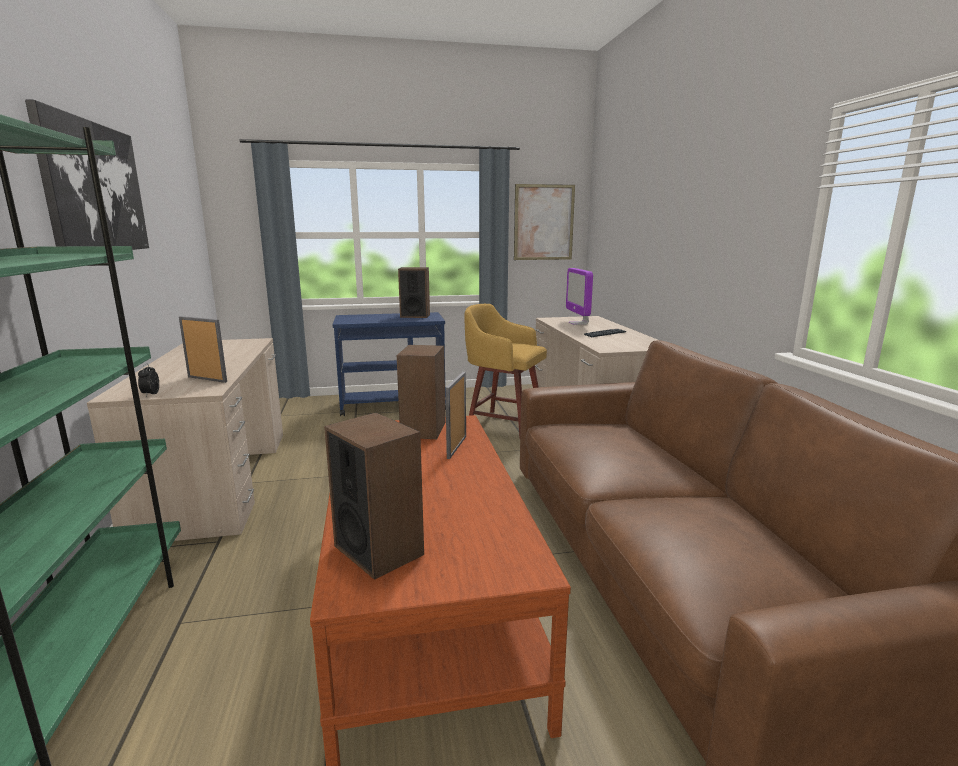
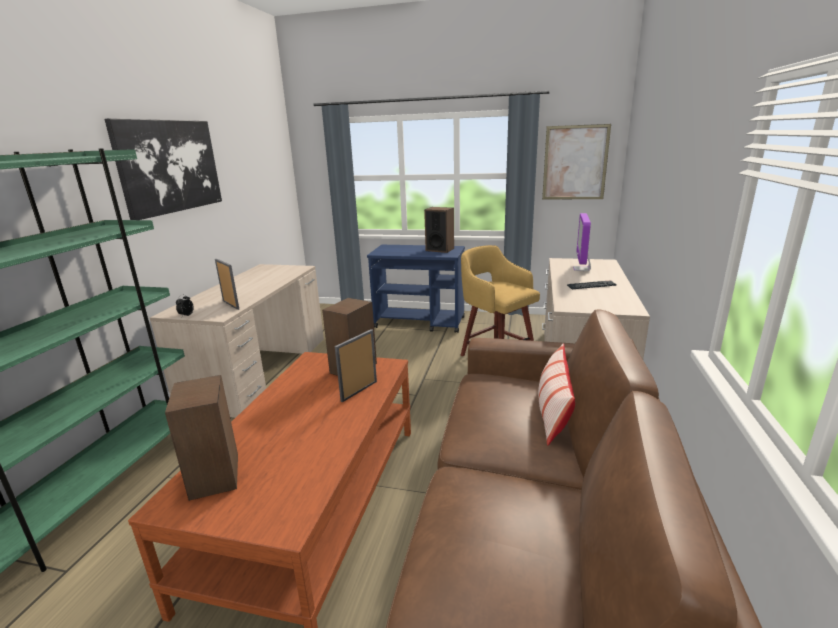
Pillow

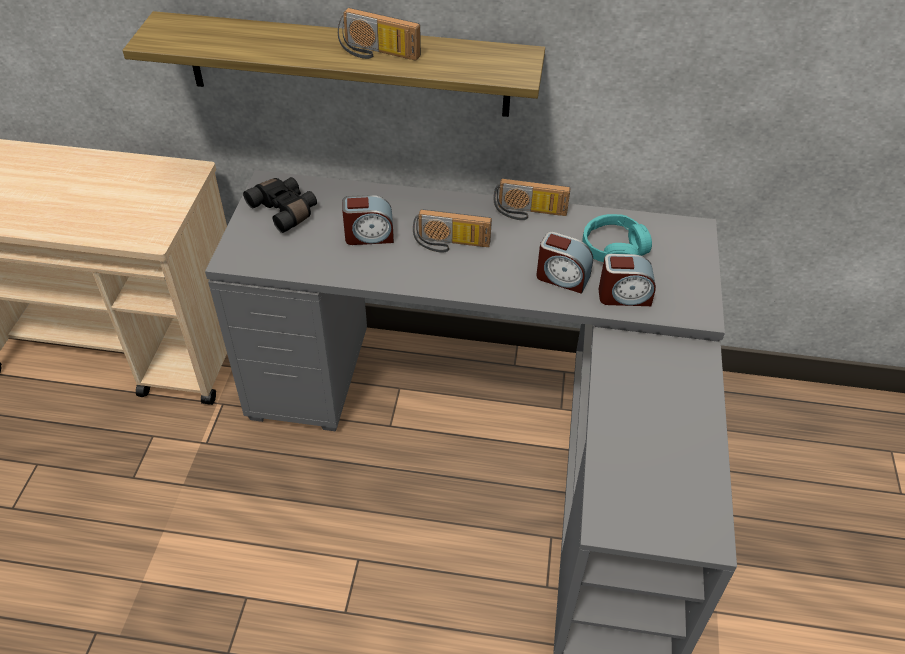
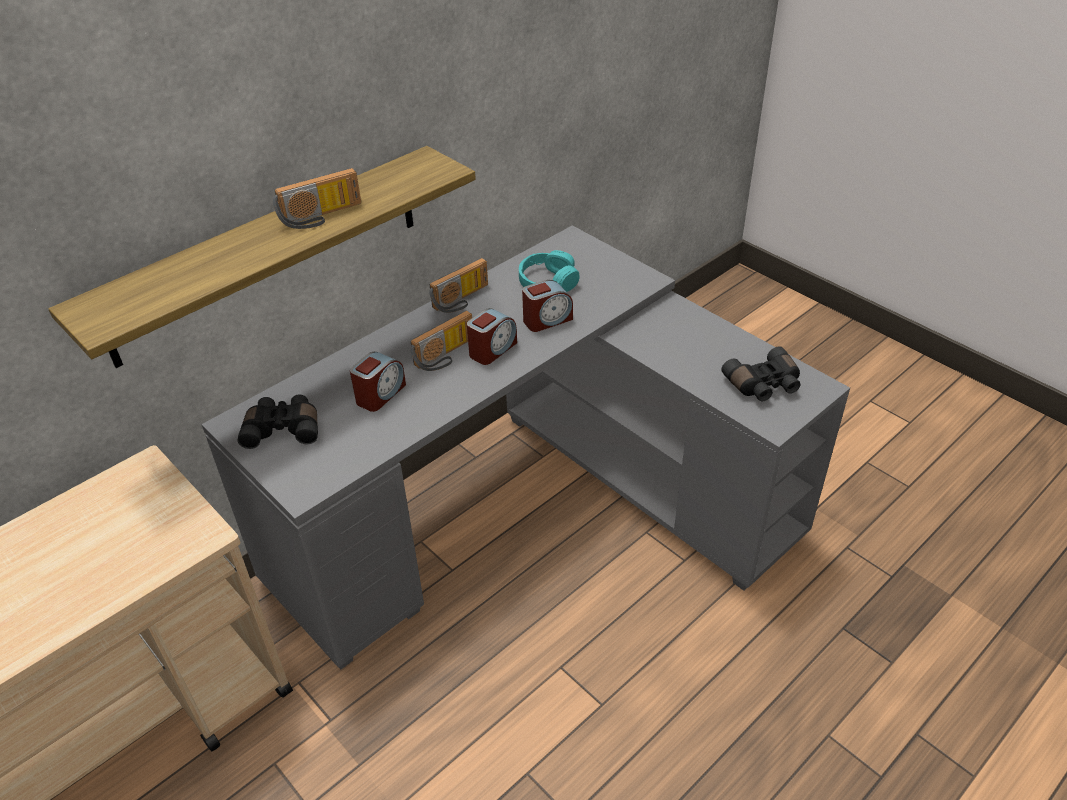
AlarmClock (2nd from left)
BlackColouredFieldGlasses (2nd from left)

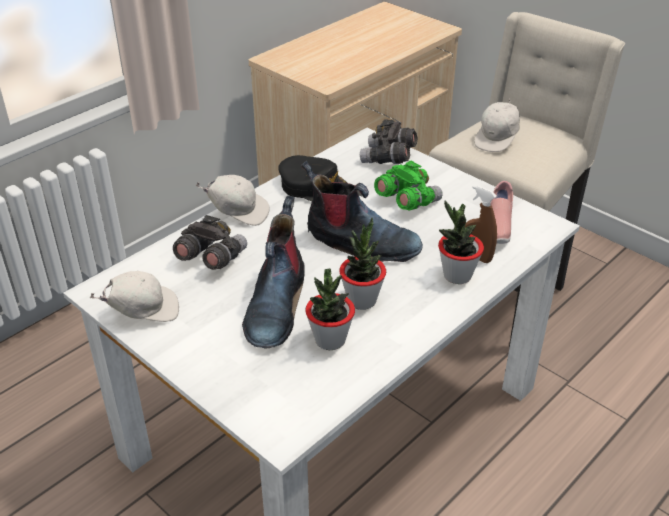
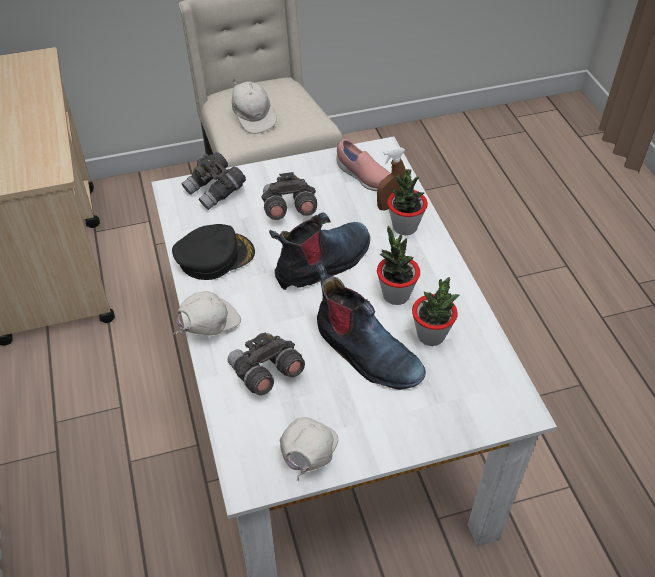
GrayFieldGlasses (3rd from left)

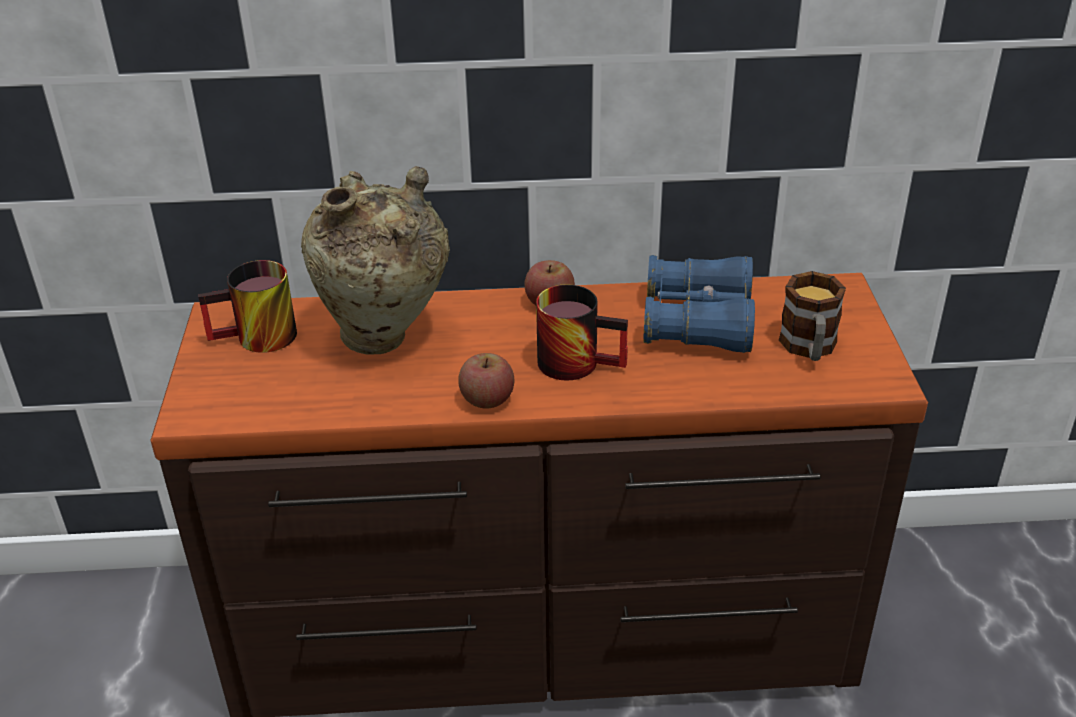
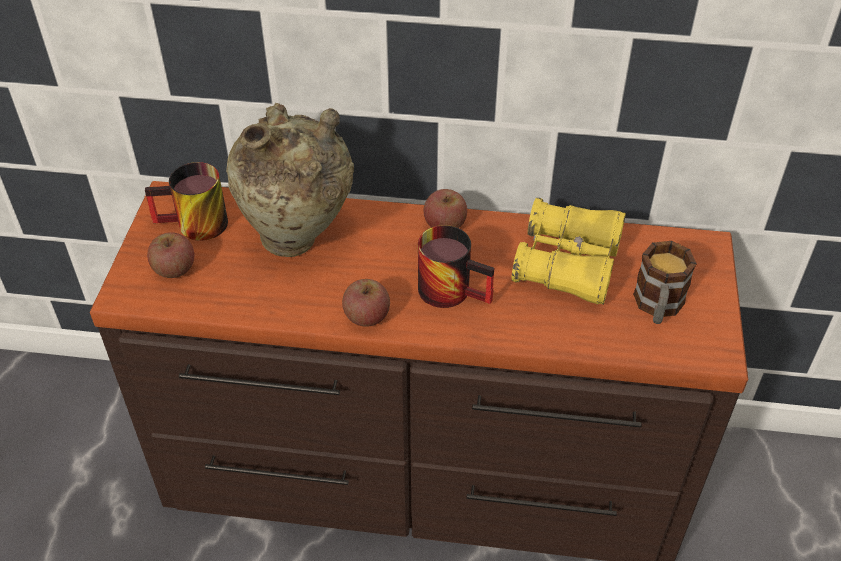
YellowishFieldGlasses
WholeApple (1st from left)

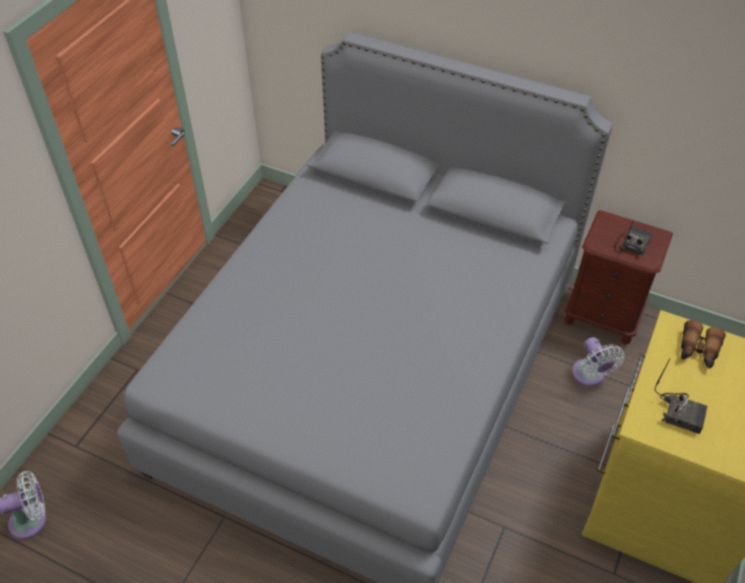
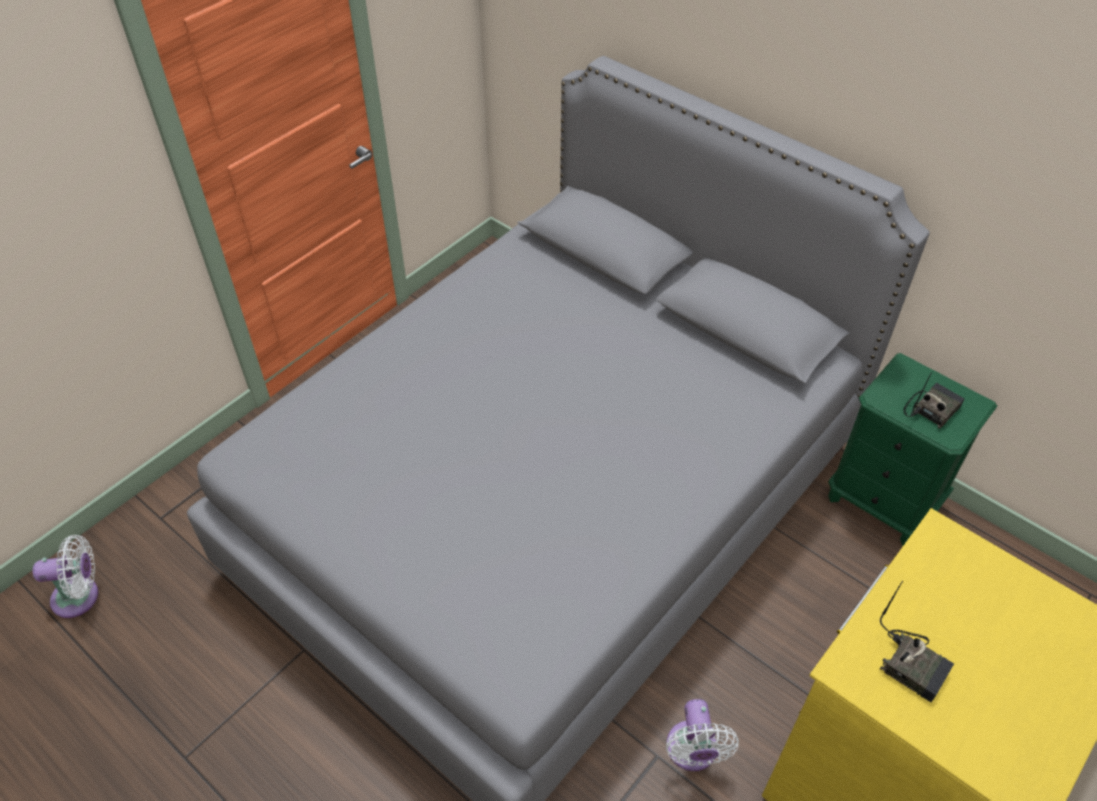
GreenishBedsideTable
FieldGlasses
WhiteElectricFan (2nd from left)

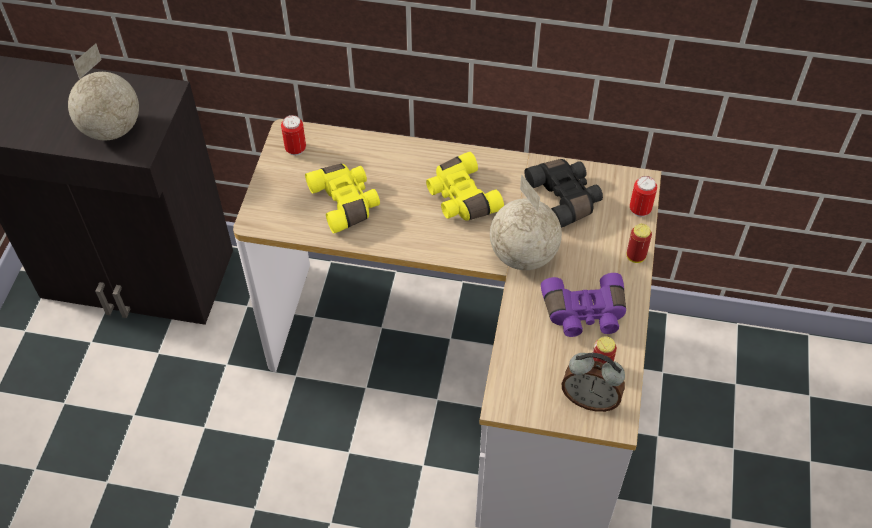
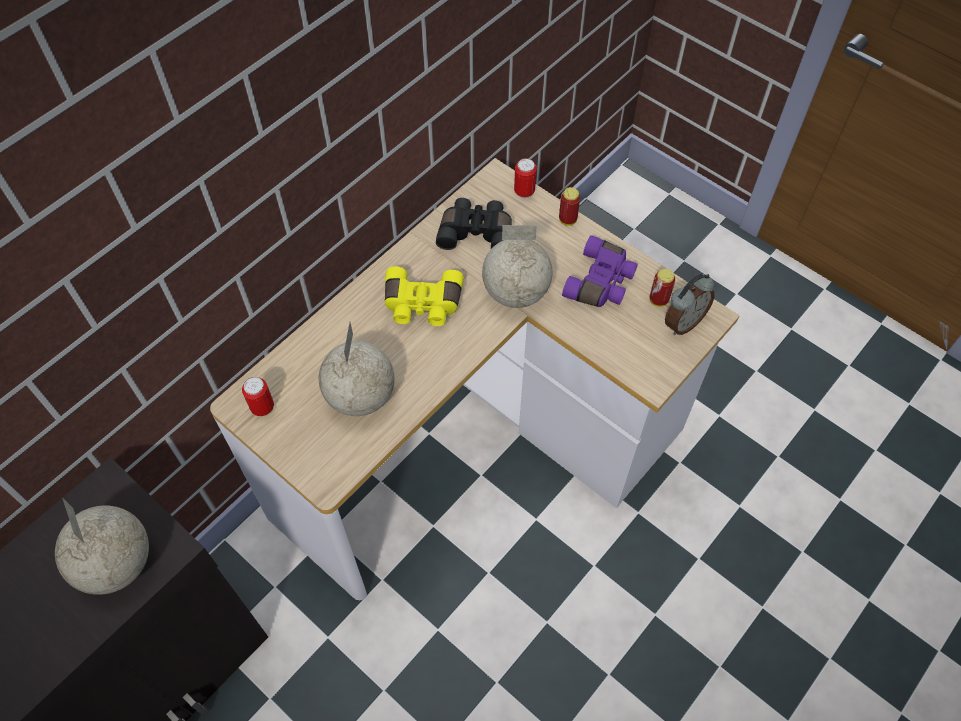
Globe (2nd from left)

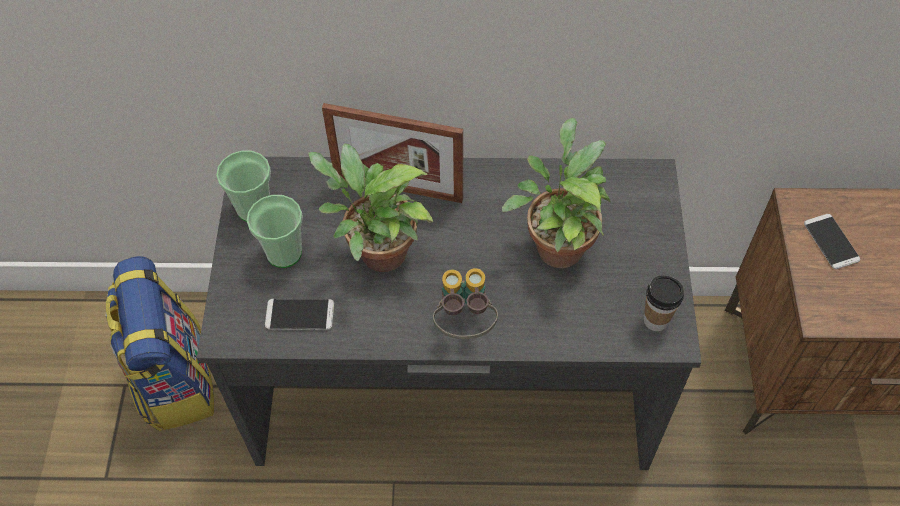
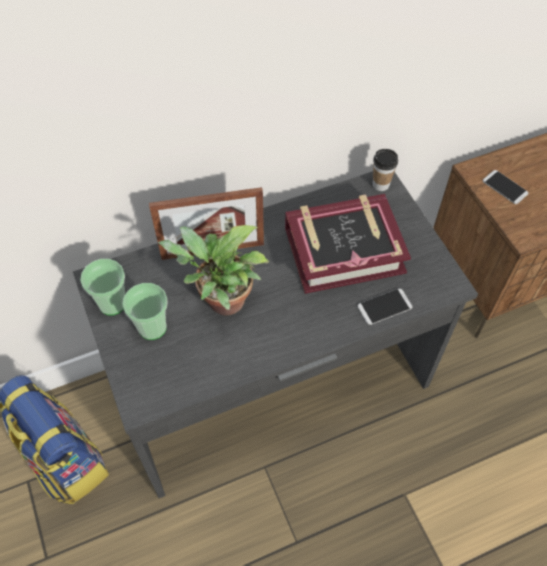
Book
FieldGlasses
DrinkingCup (3rd from left)
Handset (1st from left)

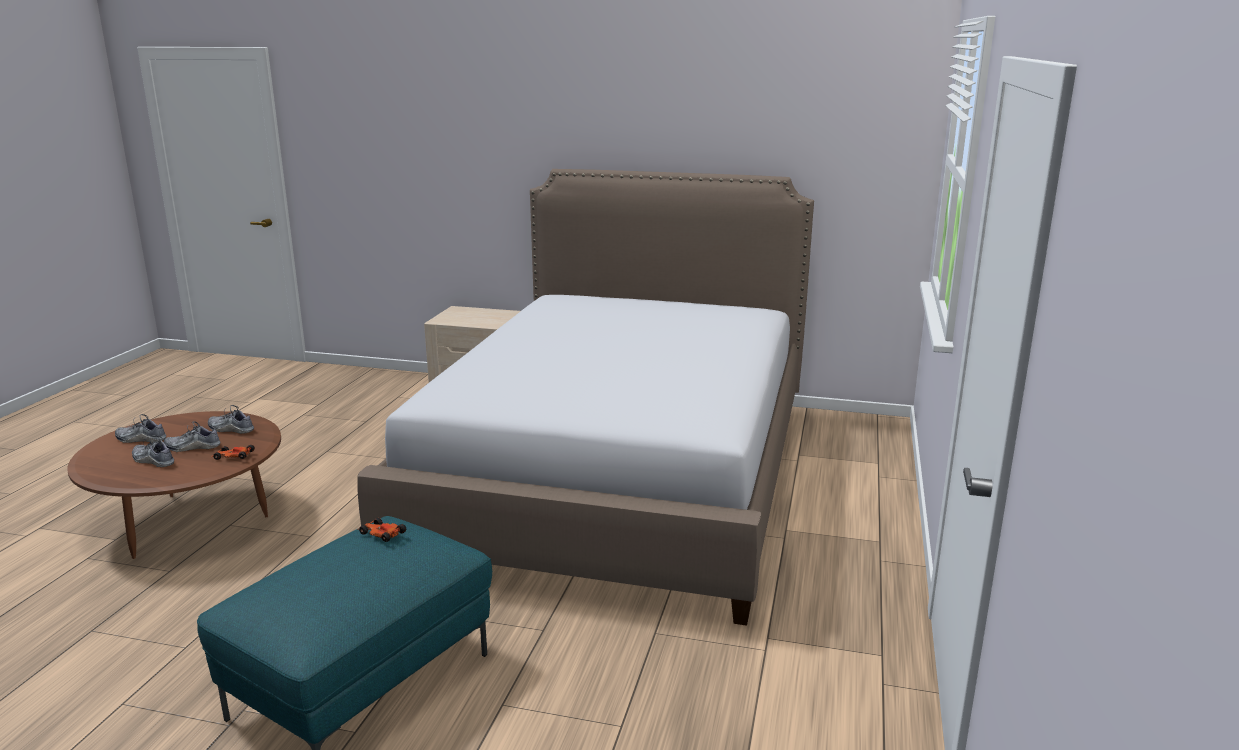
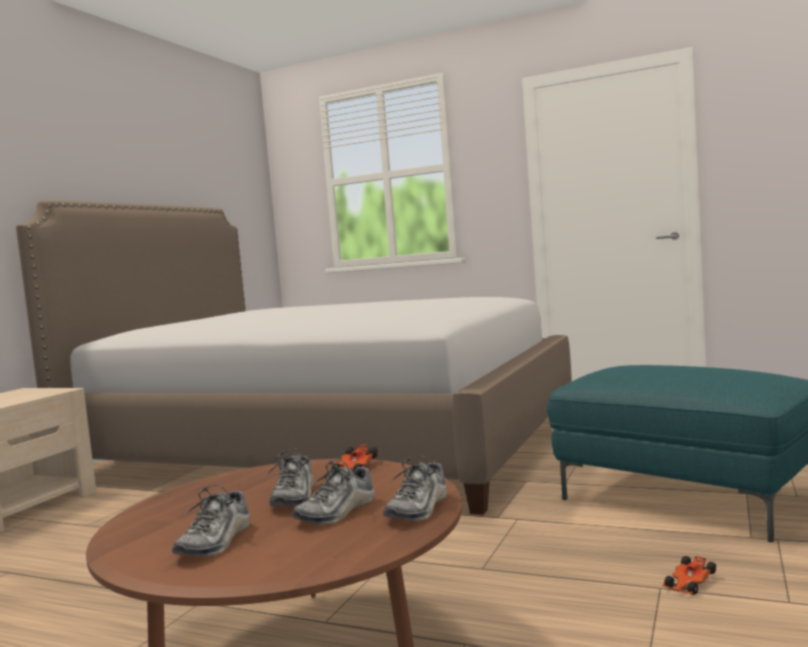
ItemOfFootwear (4th from left)
MiniatureCar (2nd from left)

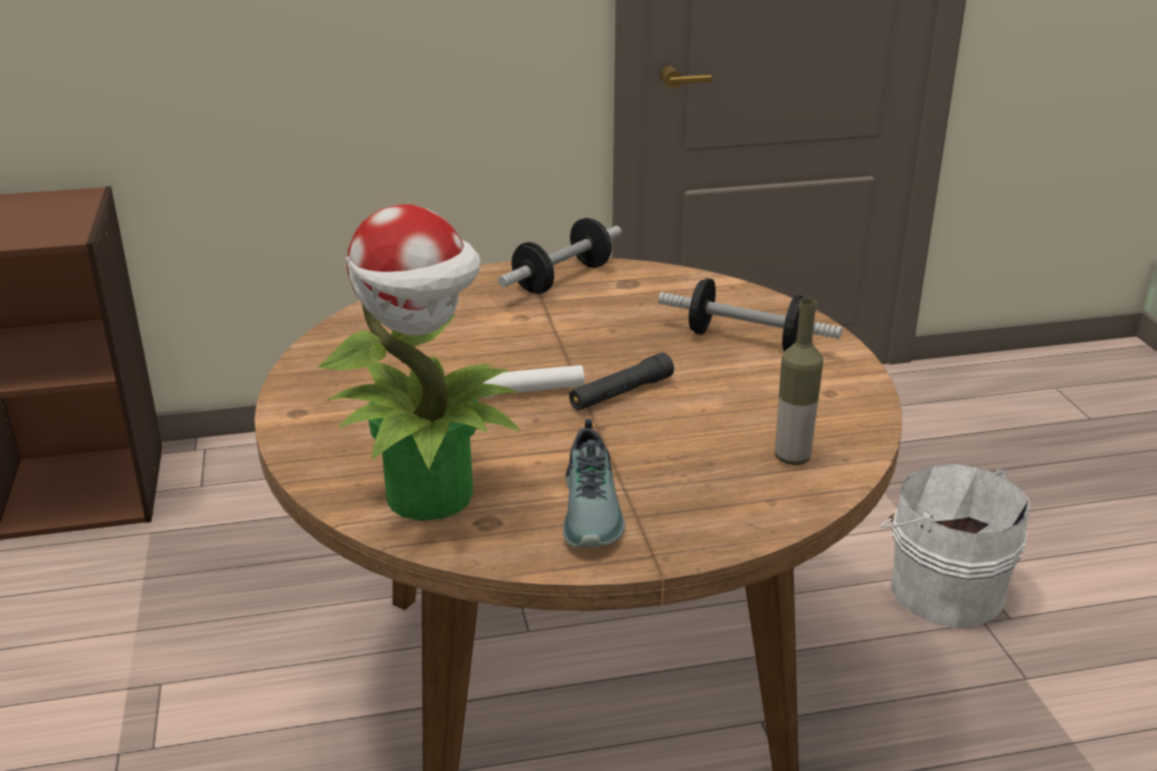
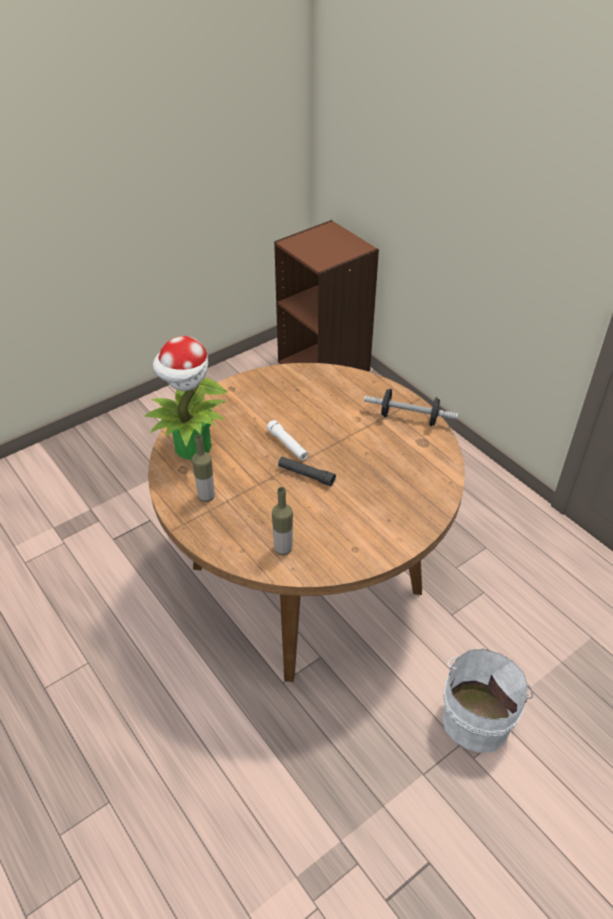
Dumbbell (2nd from left in the first image)
BeverageBottle (1st from left)

